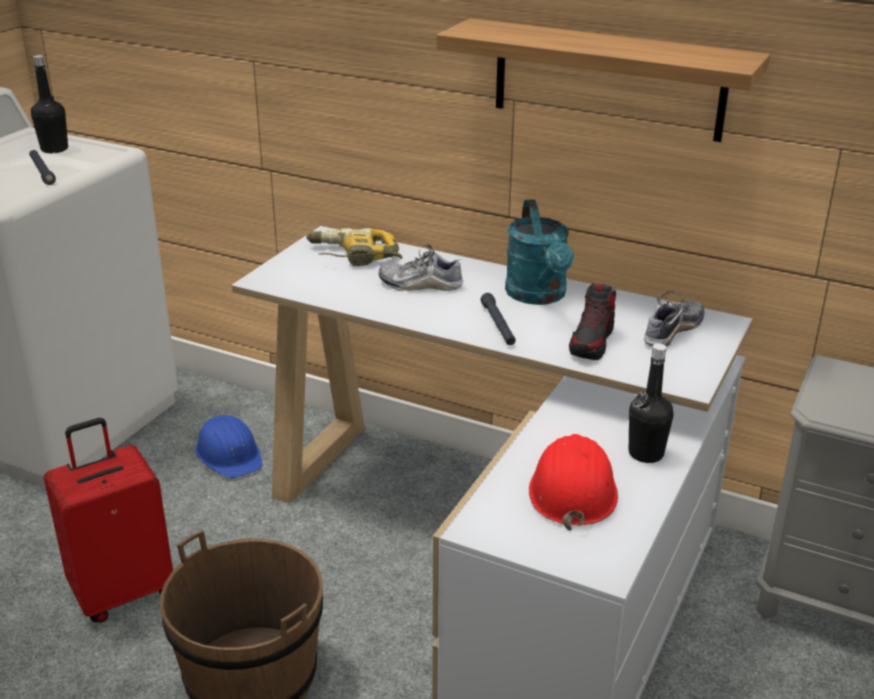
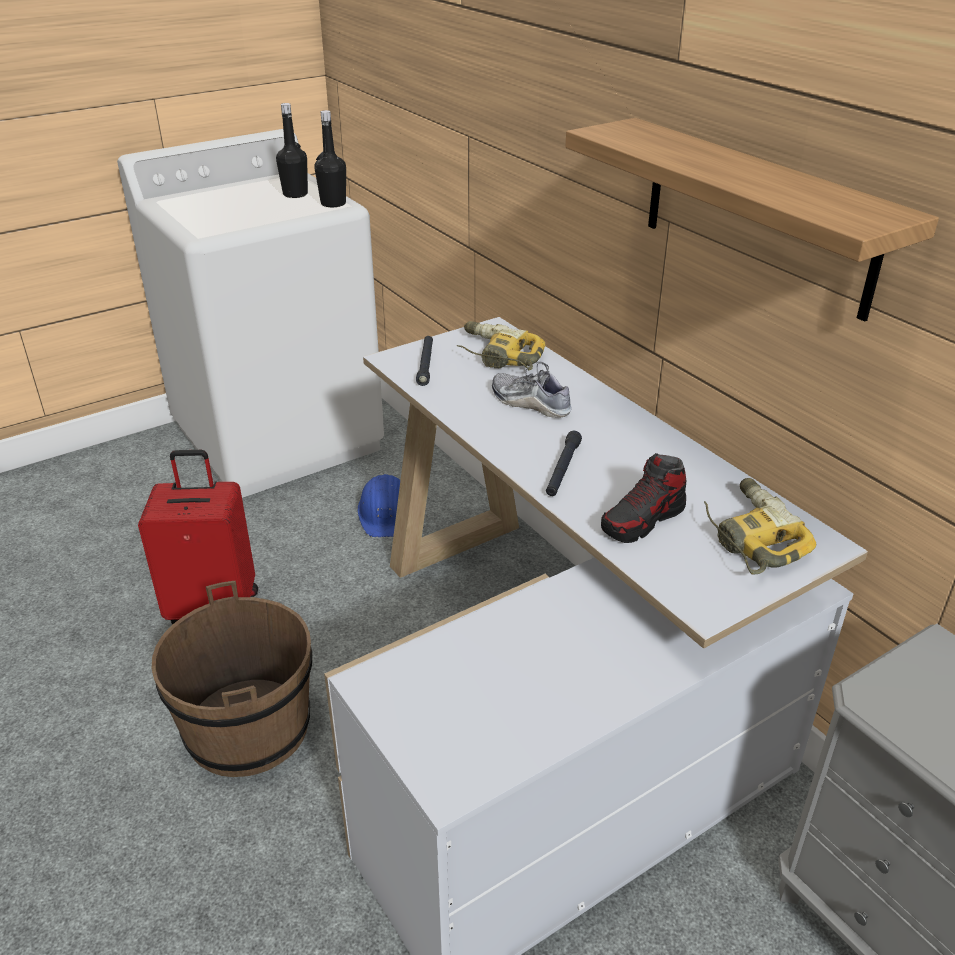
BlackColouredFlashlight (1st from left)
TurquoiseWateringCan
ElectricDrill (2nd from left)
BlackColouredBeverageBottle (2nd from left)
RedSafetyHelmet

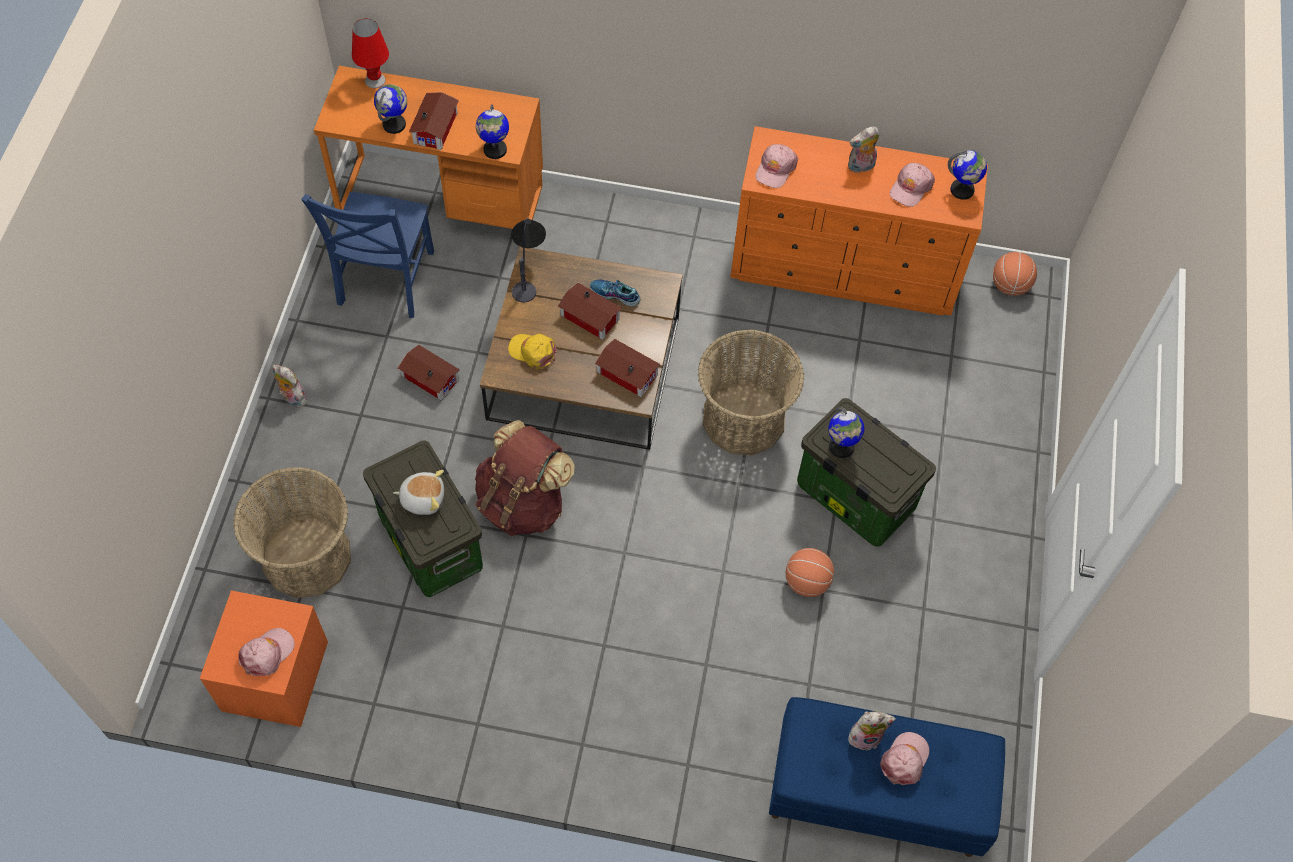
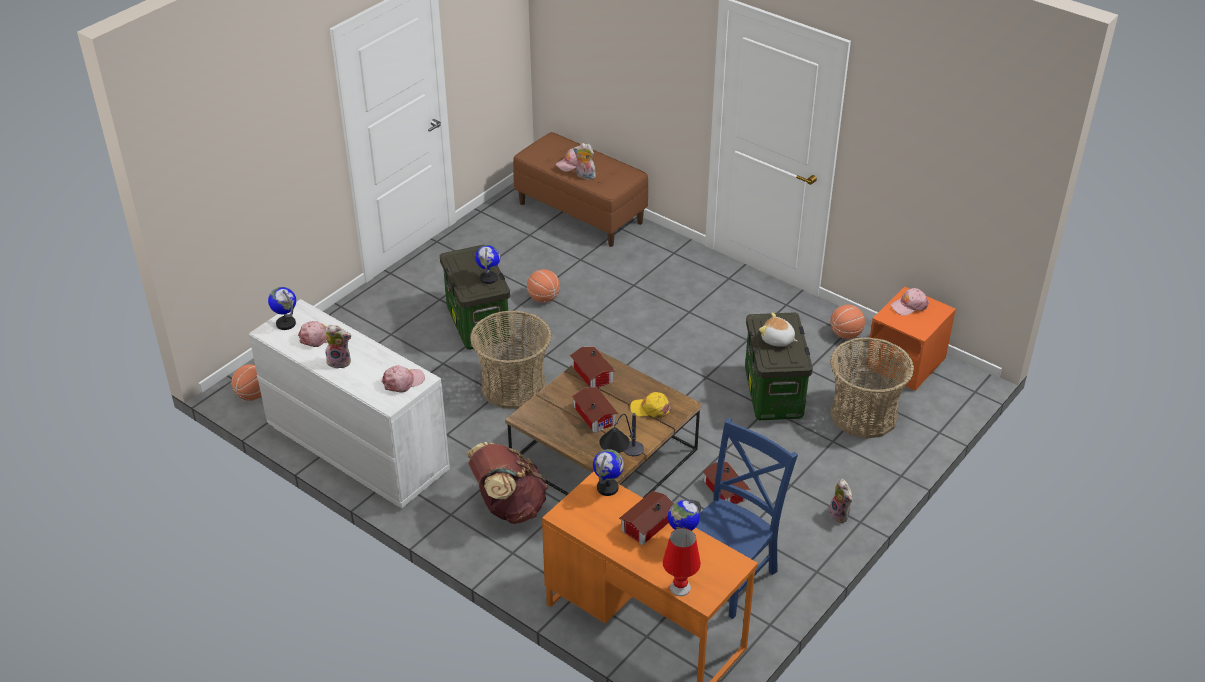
WhiteDresser
ItemOfFootwear
YellowishBaseballCap
BrownishKnapsack
BrownishLongSeat
BallForBasketball (3rd from left)

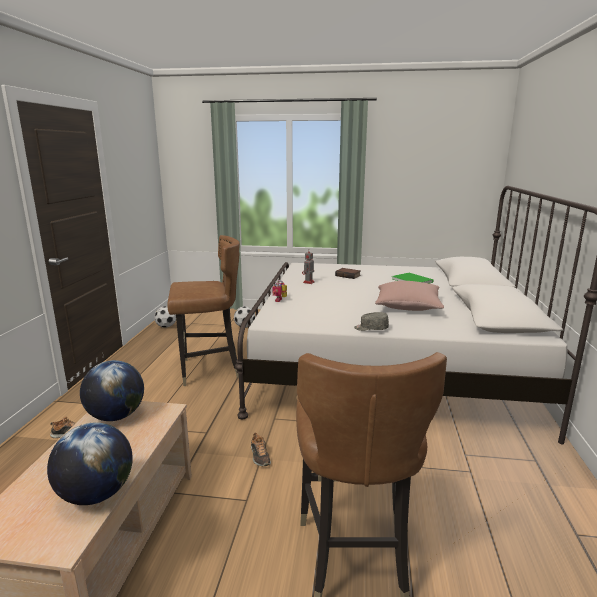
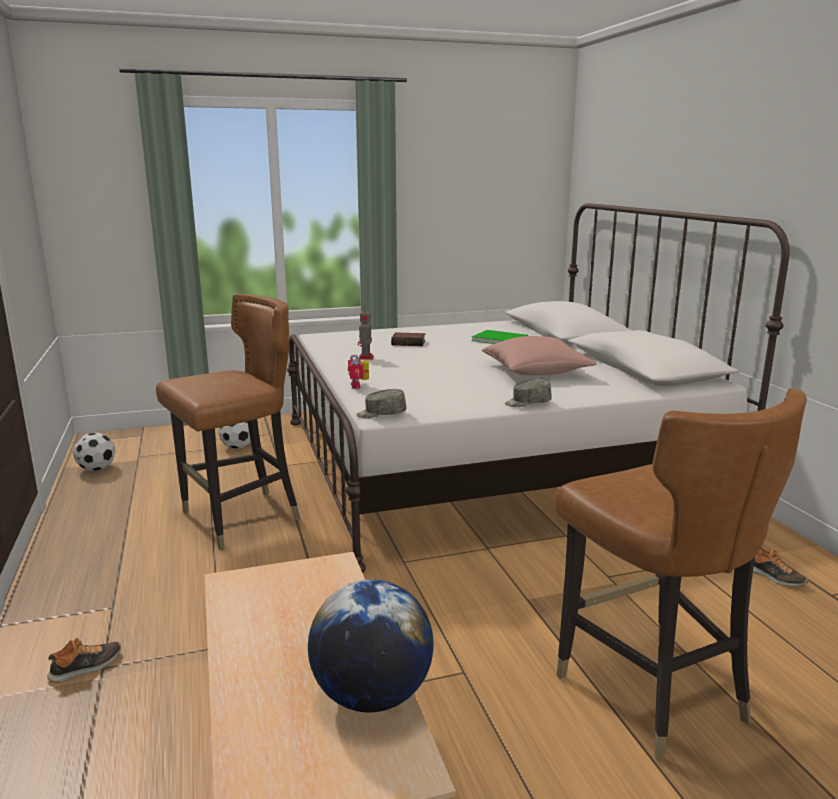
Globe (2nd from left in the first image)
ItemOfFootwear (2nd from left)
GrayBaseballCap (1st from left)

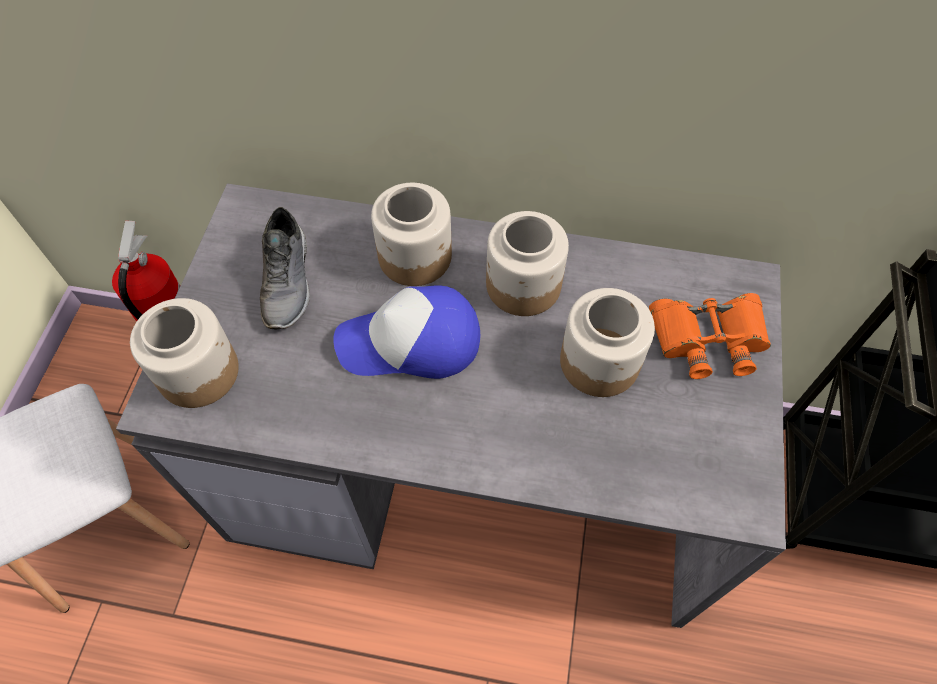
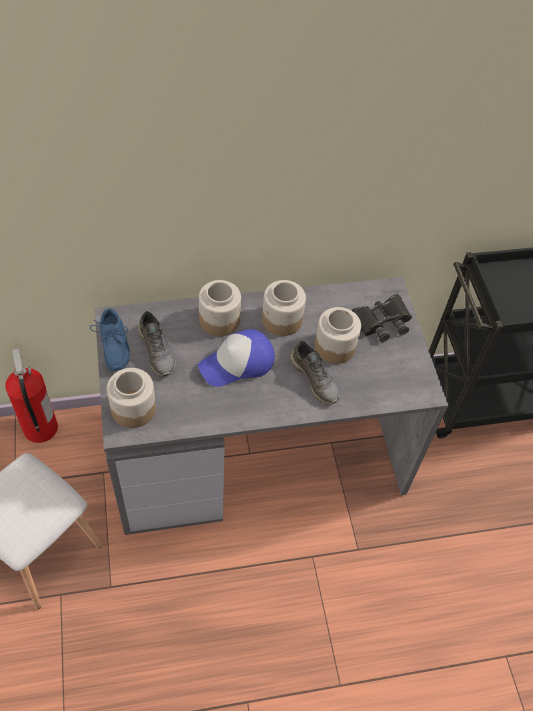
BlackColouredFieldGlasses
BlueItemOfFootwear
GrayItemOfFootwear (2nd from left)

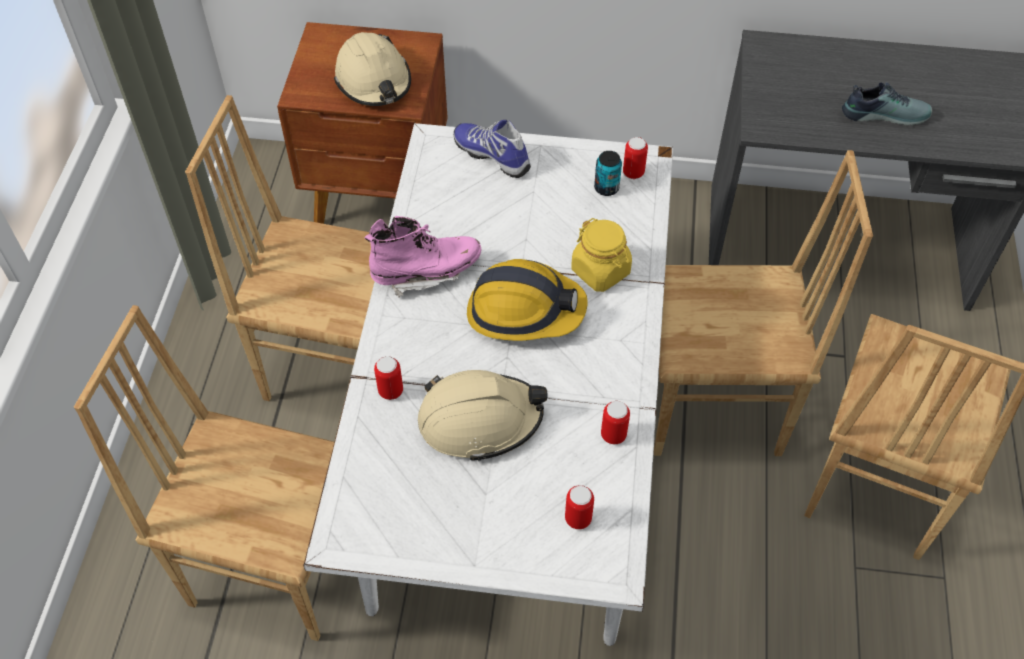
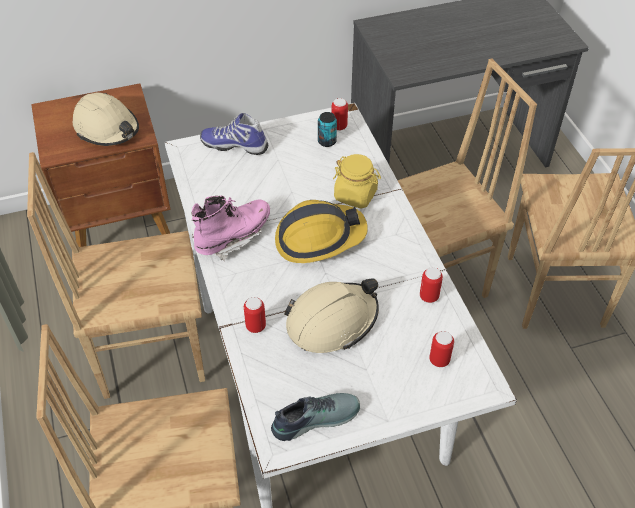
ItemOfFootwear (2nd from left)

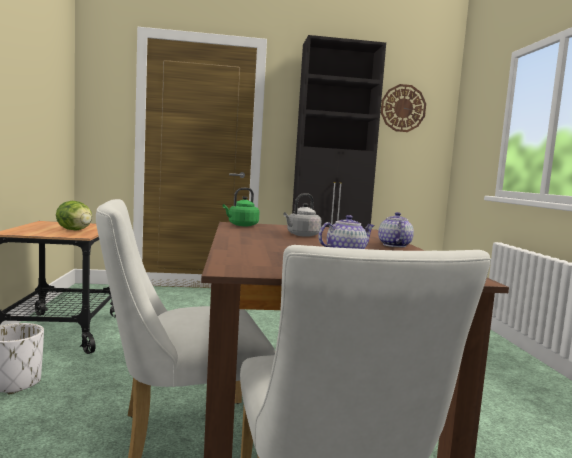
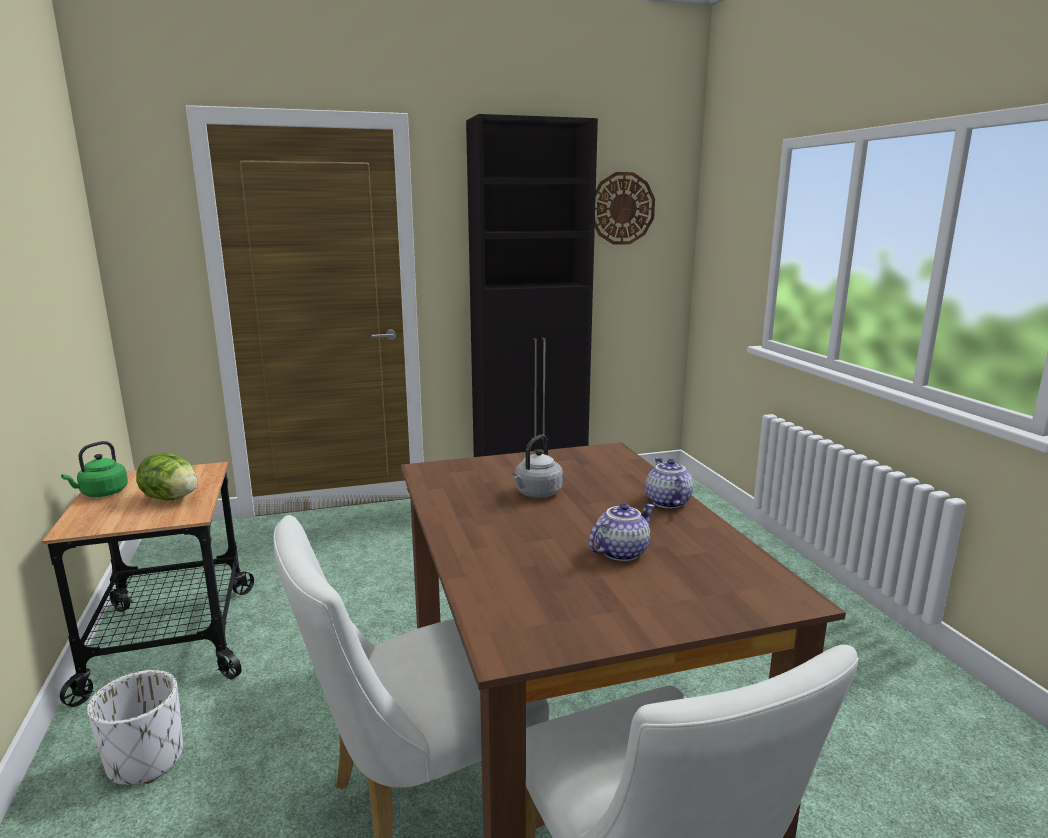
GreenishWaterKettle

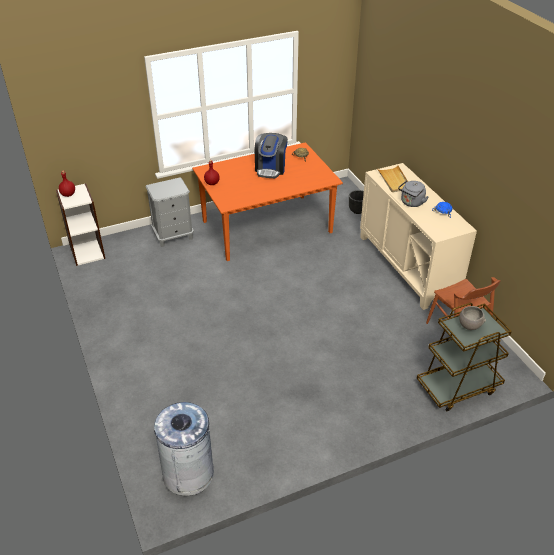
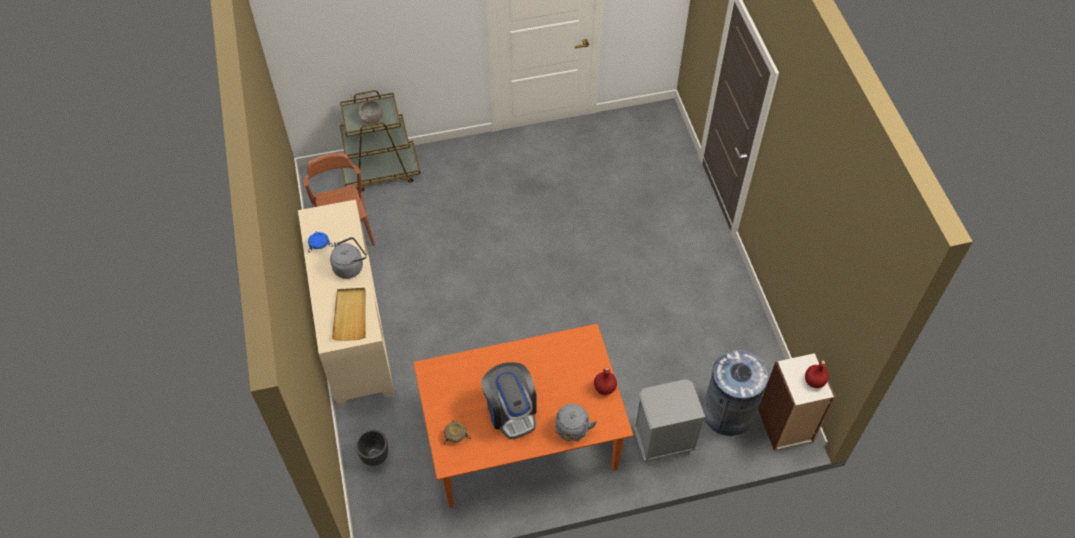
CoffeeMaker
GrayTrashCan
GrayWaterKettle (2nd from left)

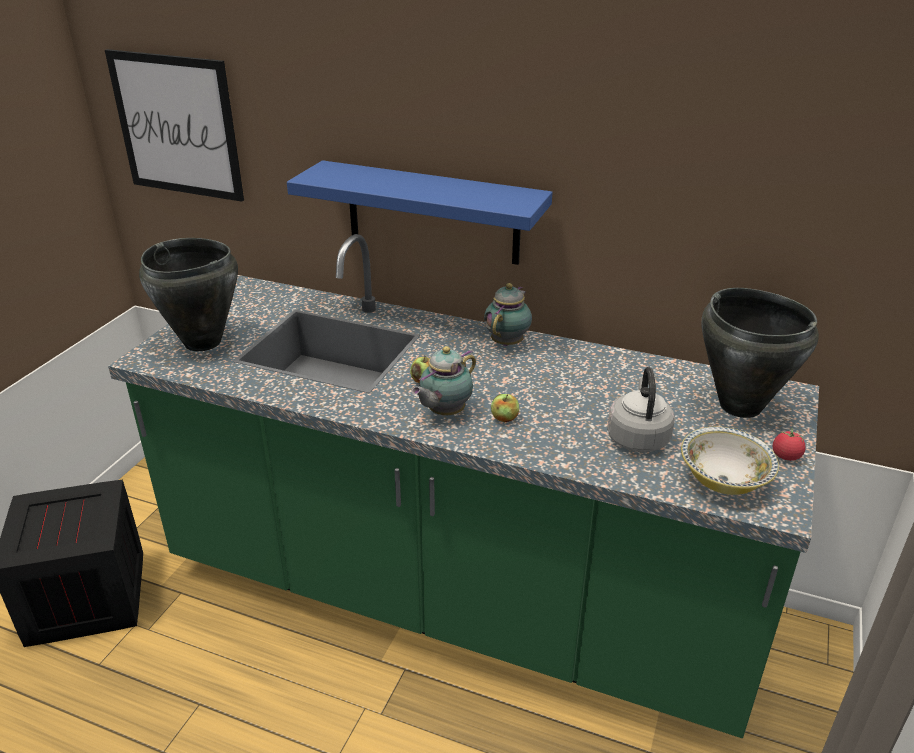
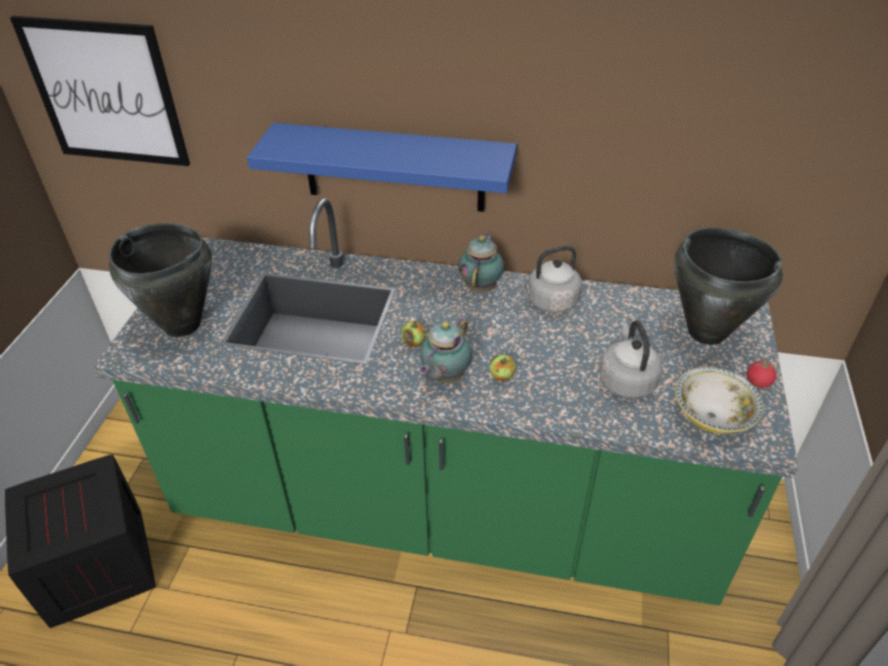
GrayWaterKettle (1st from left)

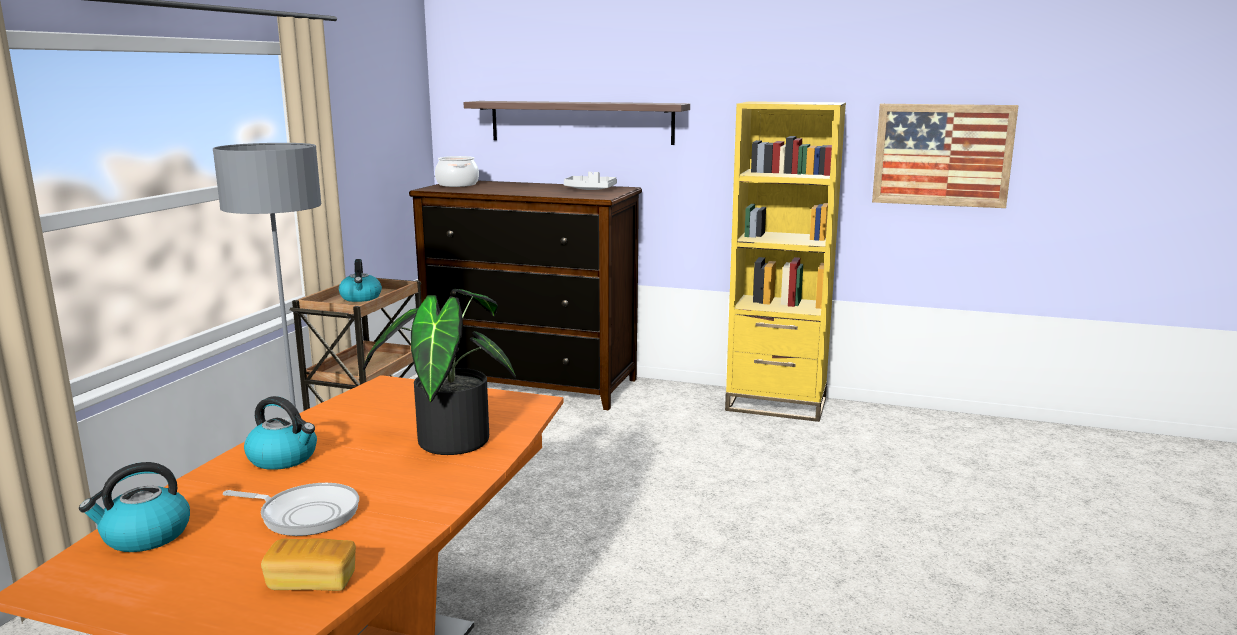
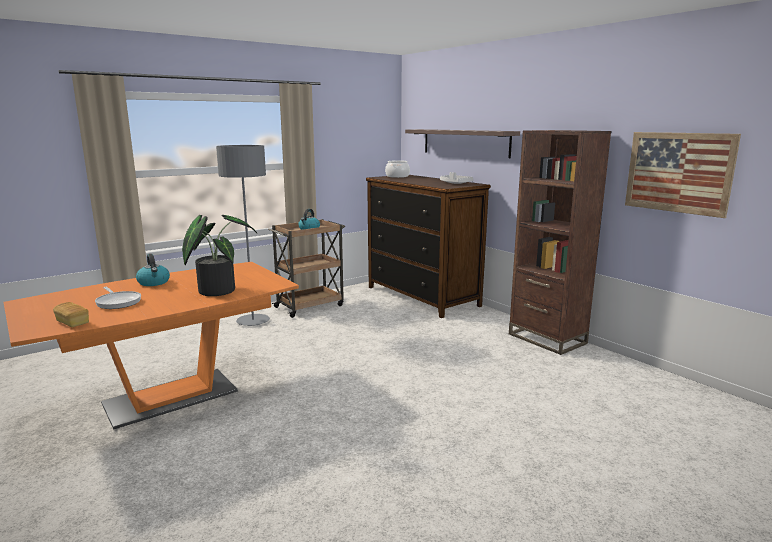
BrownishShelvingUnit
WaterKettle (1st from left in the first image)

